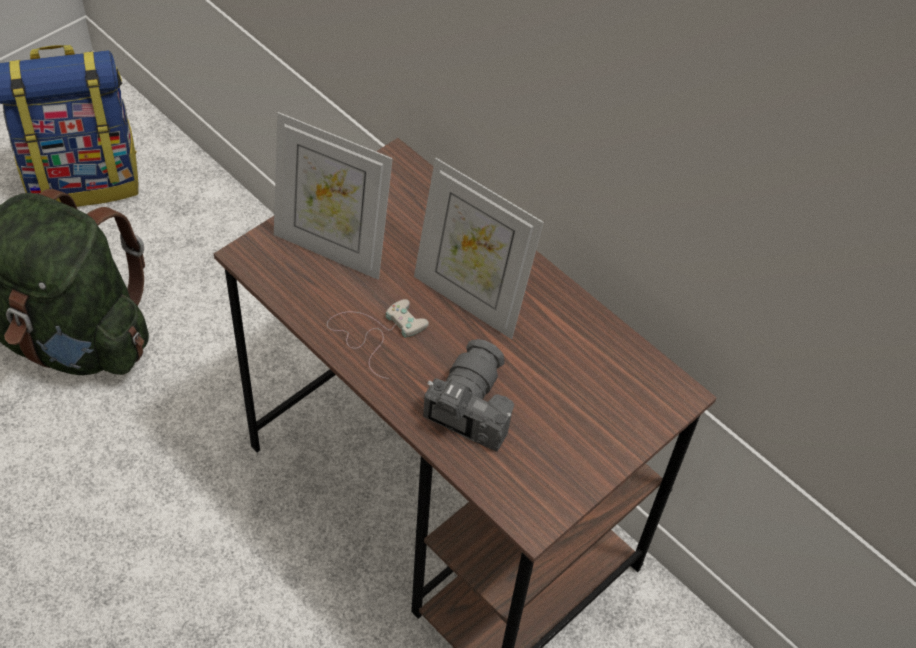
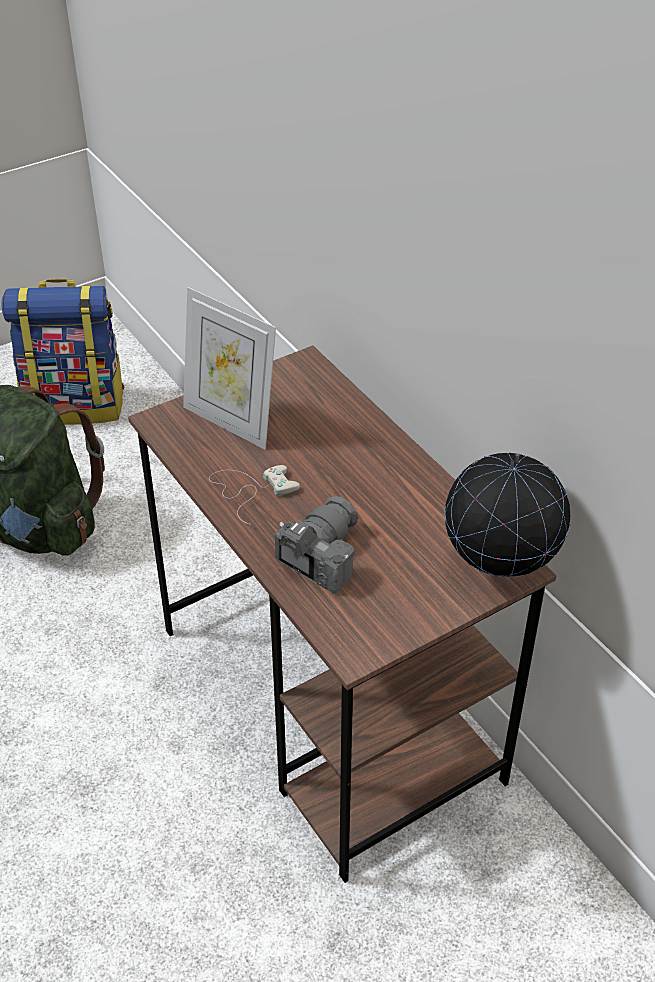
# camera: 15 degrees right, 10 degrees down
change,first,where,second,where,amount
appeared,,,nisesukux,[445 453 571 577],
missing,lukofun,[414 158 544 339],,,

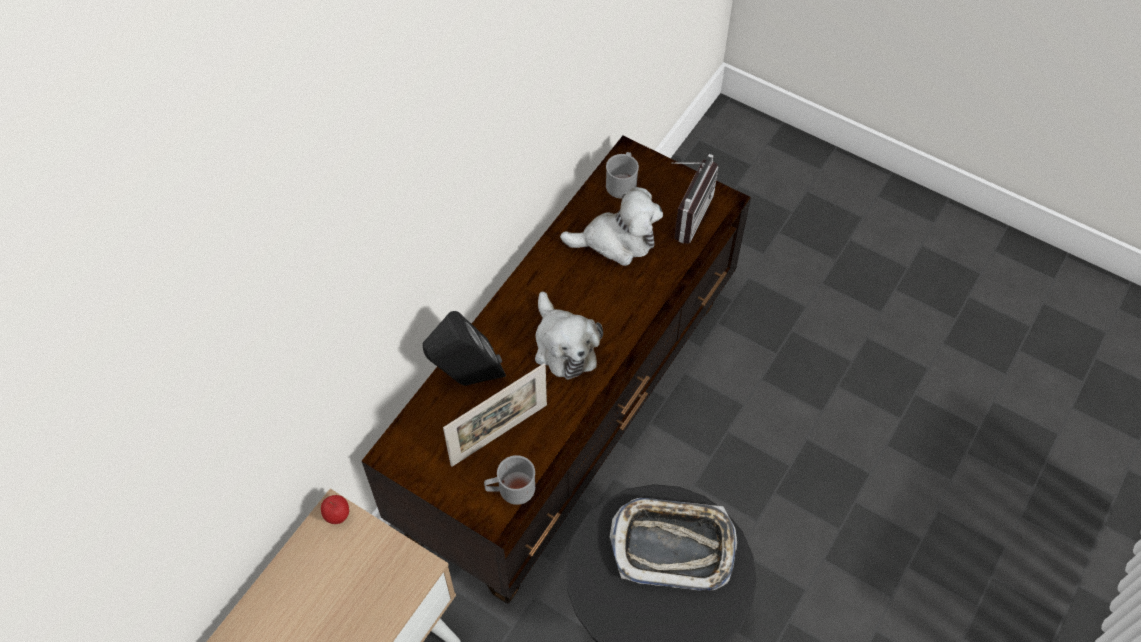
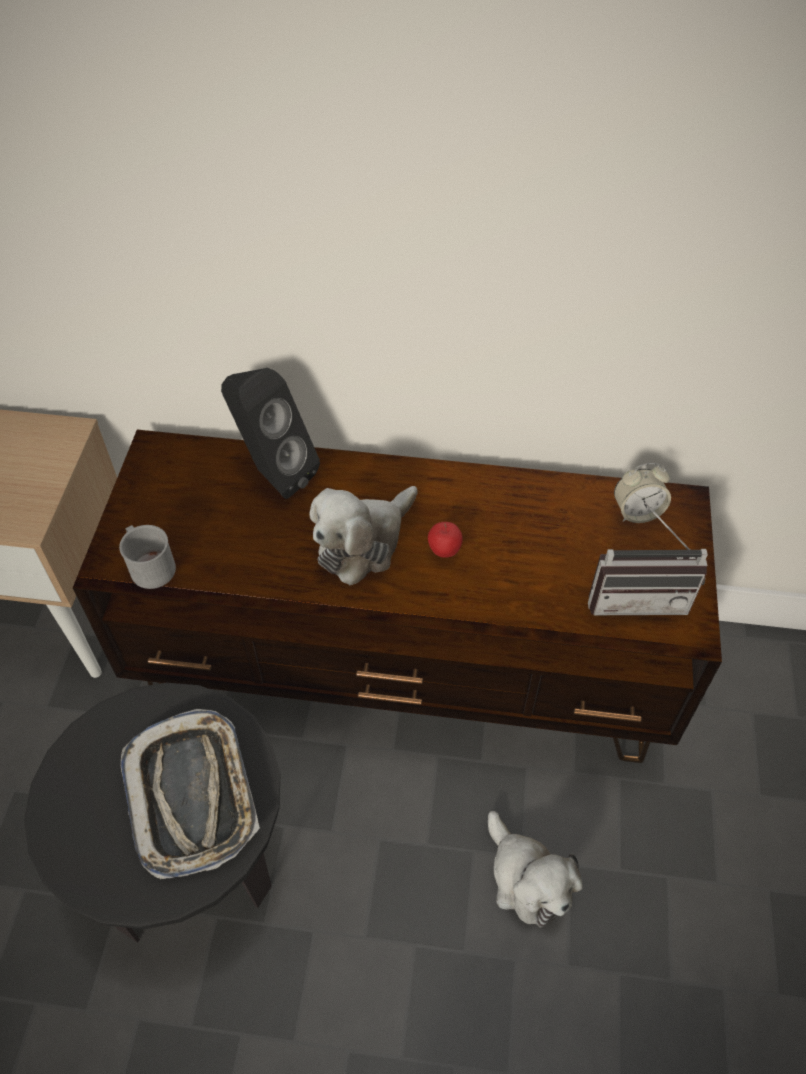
# camera: 65 degrees right, 5 degrees down
change,first,where,second,where,amount
relocated,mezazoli,[321 495 349 524],,[428 522 463 558],
relocated,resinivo,[560 187 663 266],,[488 811 583 928],
exchanged,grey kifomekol,[606 152 639 199],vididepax,[614 463 671 523],
missing,lukofun,[443 363 547 467],,,

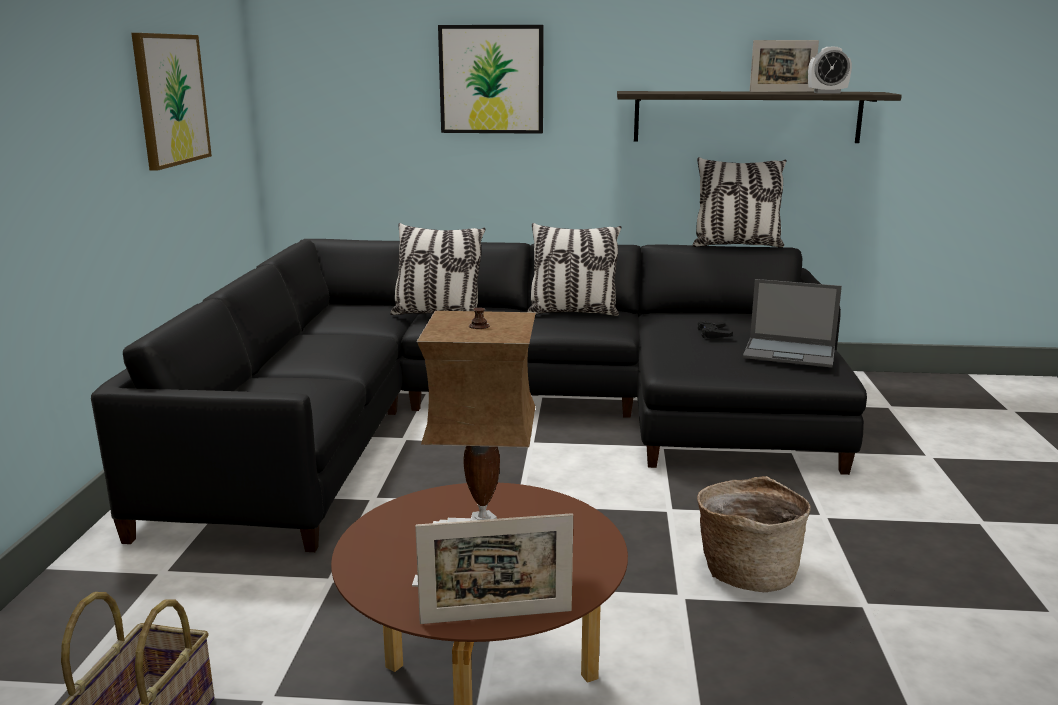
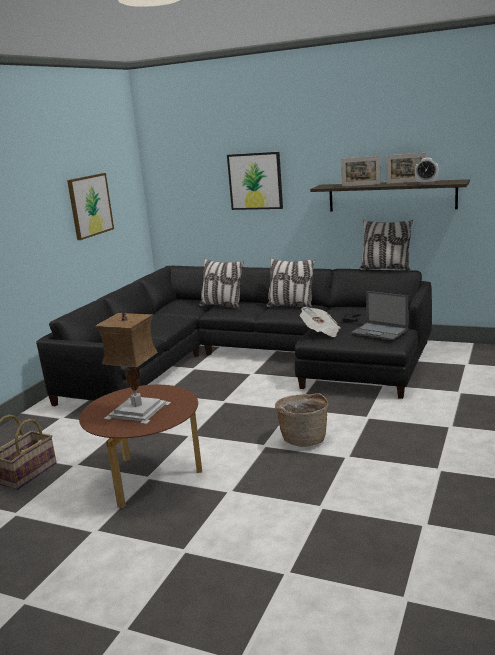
# camera: 20 degrees right, 0 degrees up
change,first,where,second,where,amount
appeared,,,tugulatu,[300 307 341 337],
relocated,lukofun,[415 513 573 624],,[341 156 381 187],

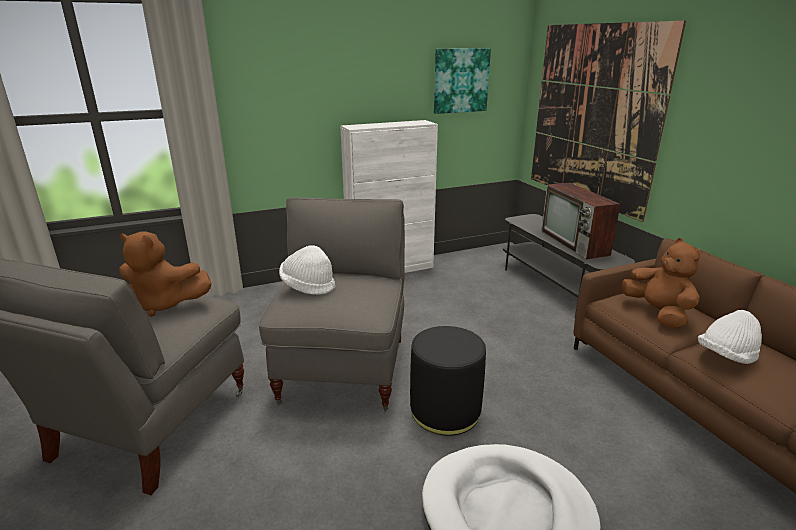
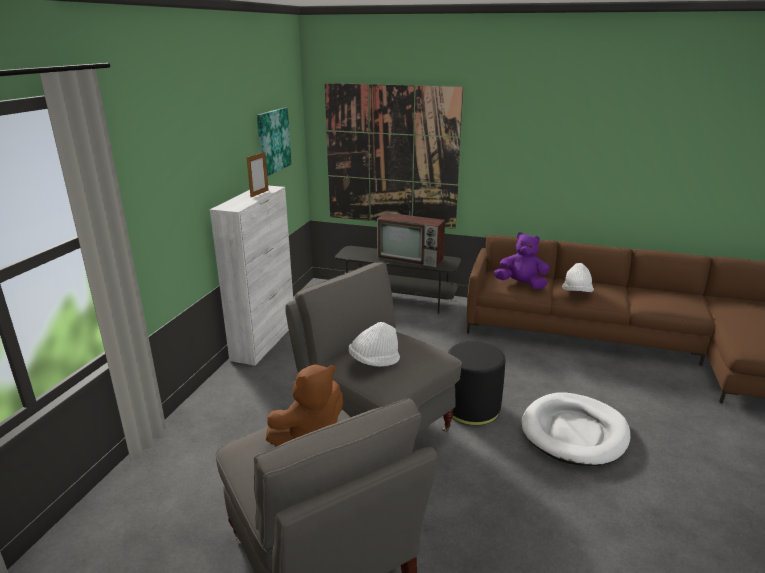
# camera: 50 degrees left, 0 degrees up
change,first,where,second,where,amount
appeared,,,lukofun,[247 151 269 197],
colour,brown resinivo,[622 238 701 329],purple resinivo,[494 232 550 289],

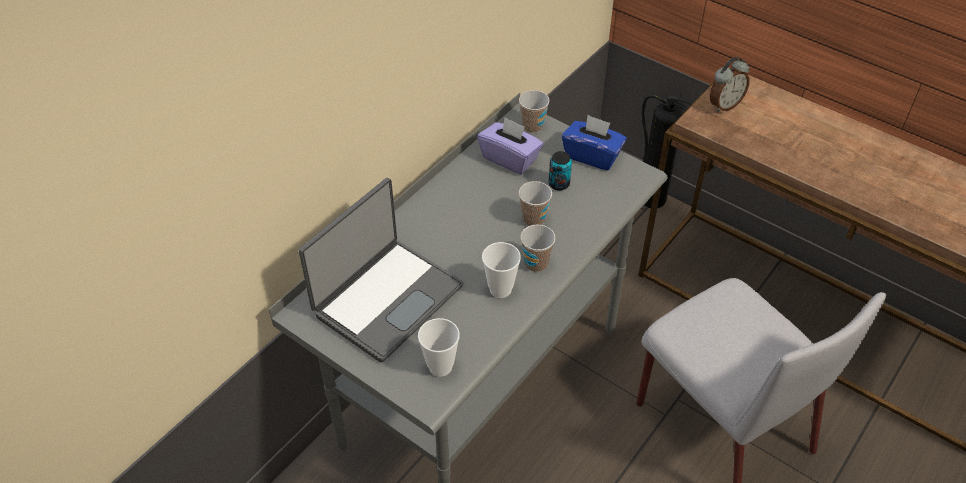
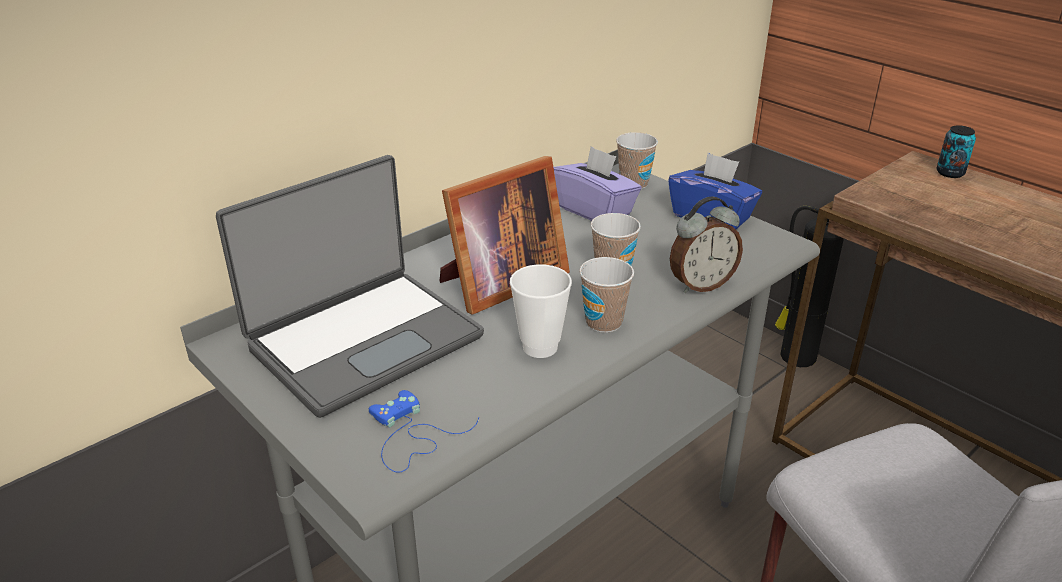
# camera: 10 degrees right, 15 degrees down
change,first,where,second,where,amount
exchanged,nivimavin,[418 318 460 377],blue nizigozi,[369 390 479 473],
appeared,,,lukofun,[440 156 570 315],
relocated,vididepax,[710 57 750 113],,[670 197 743 293],
relocated,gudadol,[549 151 572 191],,[936 125 976 178],

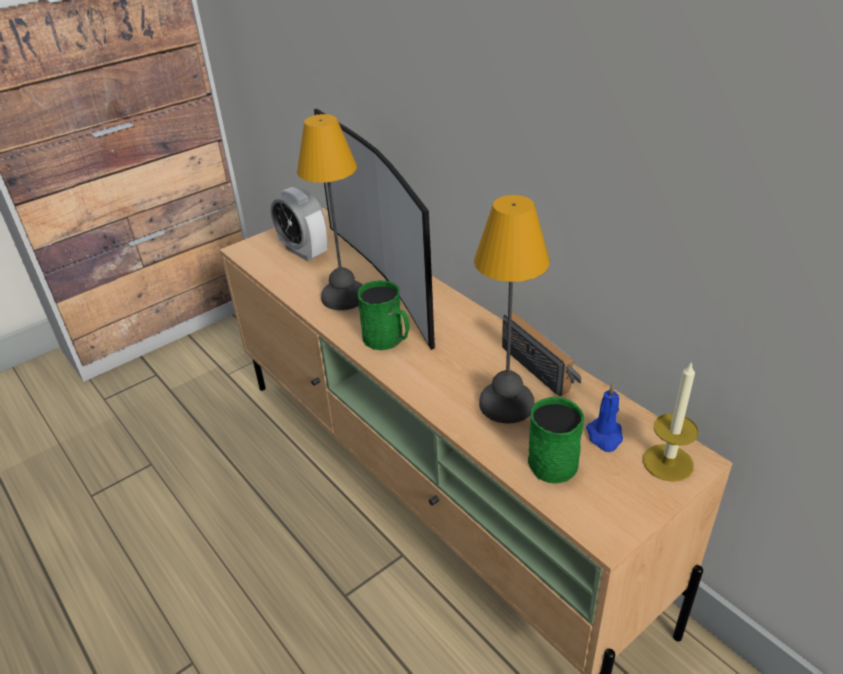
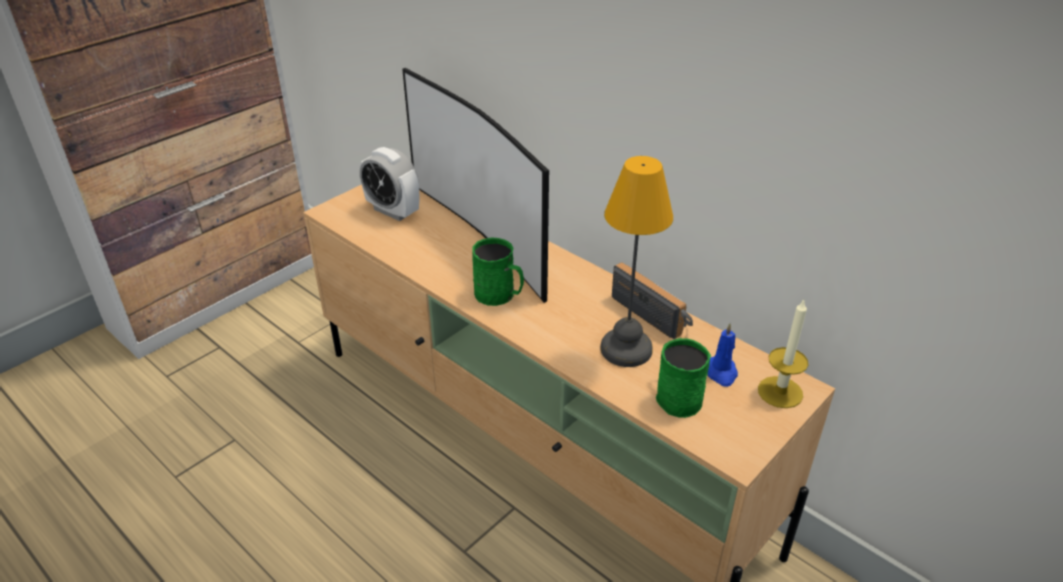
# camera: 10 degrees left, 0 degrees up
change,first,where,second,where,amount
missing,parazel,[297 114 363 310],,,

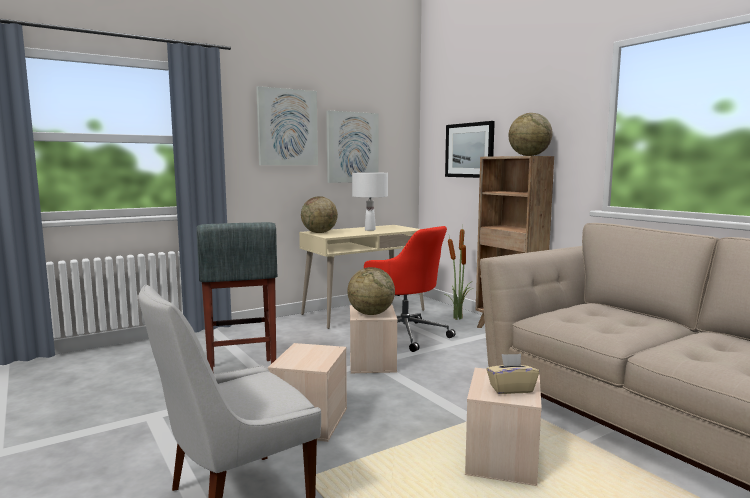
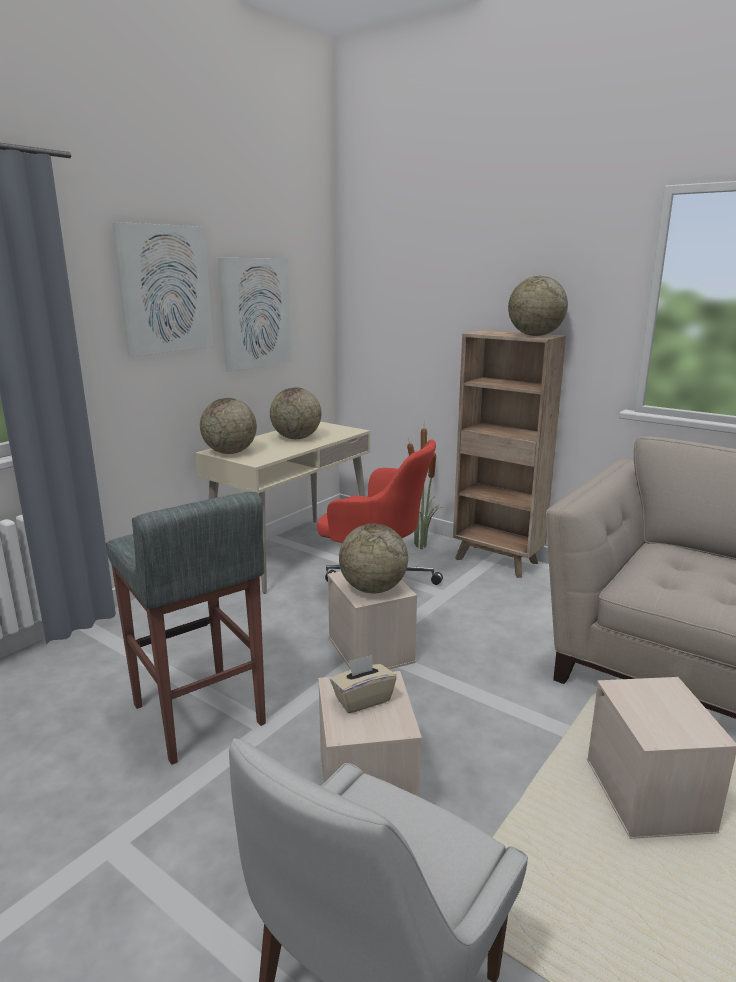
# camera: 20 degrees left, 10 degrees up
change,first,where,second,where,amount
exchanged,white parazel,[352 173 388 231],nisesukux,[270 387 321 439],
relocated,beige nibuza,[486 354 539 394],,[330 655 397 713],
missing,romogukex,[445 121 495 178],,,

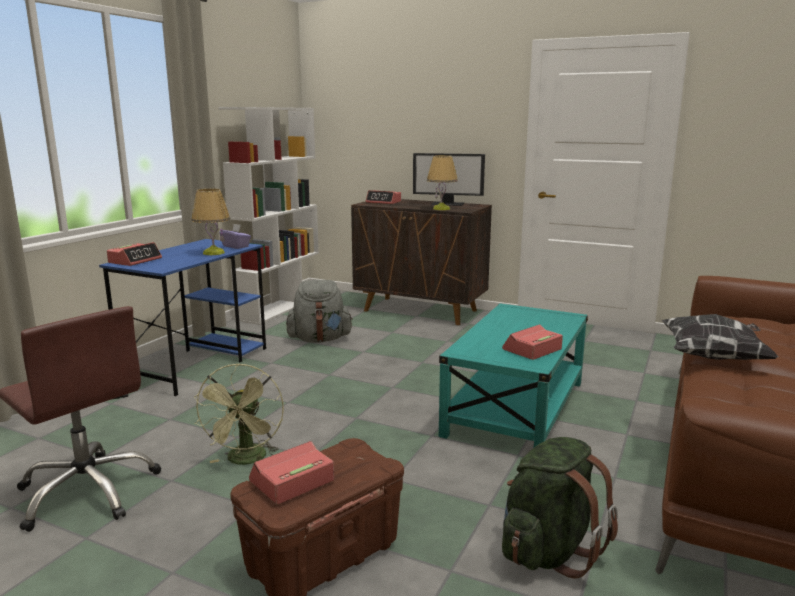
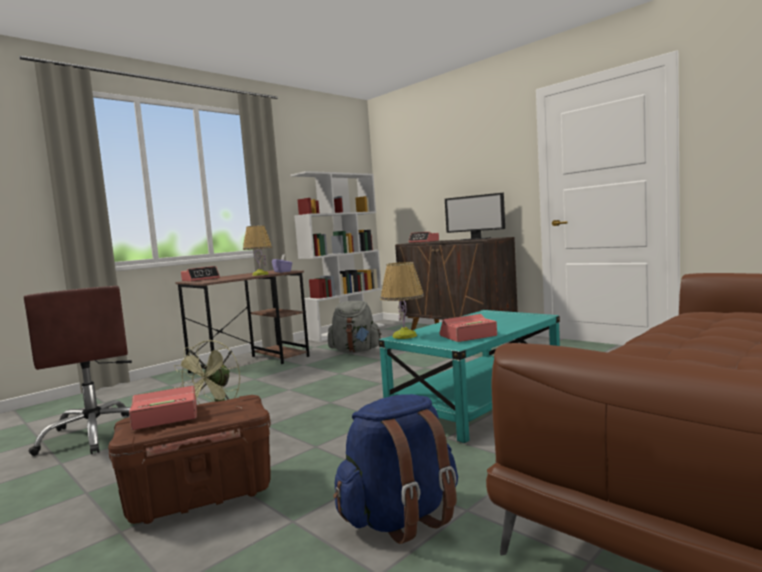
# camera: 20 degrees right, 10 degrees down
change,first,where,second,where,amount
colour,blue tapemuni,[99 239 266 396],brown tapemuni,[175 270 310 373],
colour,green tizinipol,[502 437 618 579],blue tizinipol,[333 394 458 544],
relocated,parazel,[427 155 458 210],,[381 262 424 339],
missing,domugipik,[661 314 778 360],,,

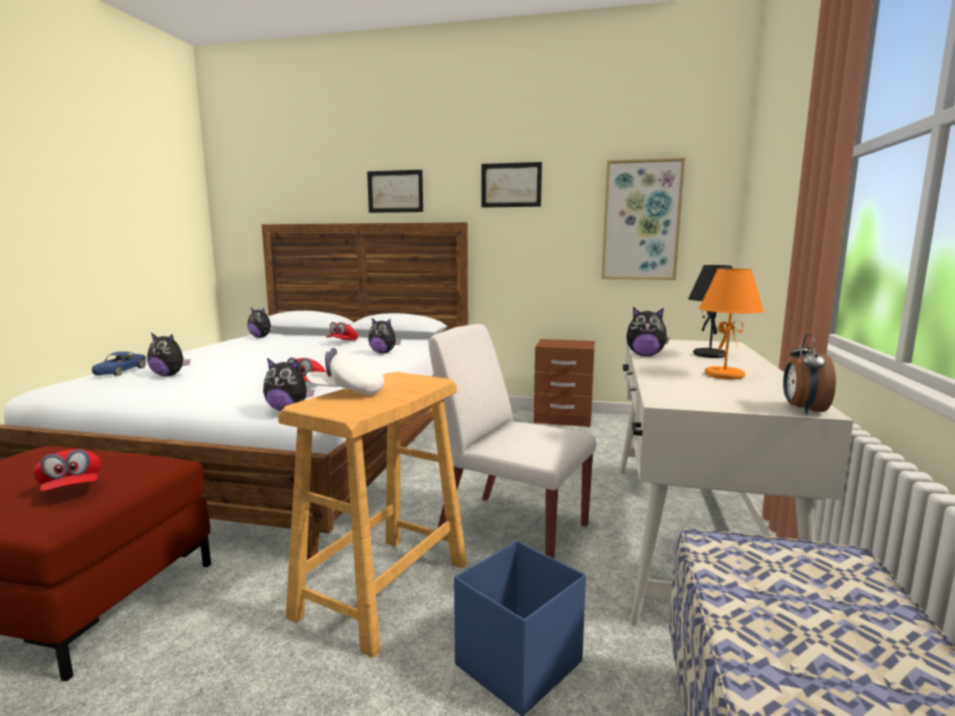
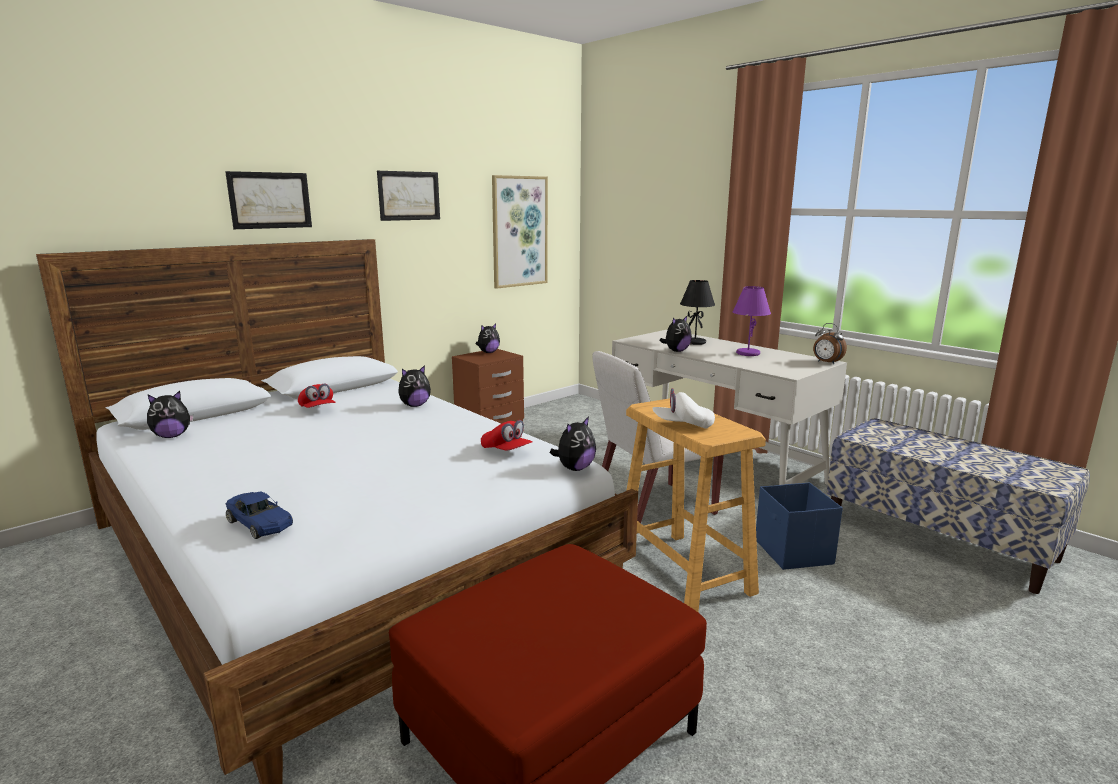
# camera: 55 degrees left, 5 degrees up
change,first,where,second,where,amount
relocated,resinivo,[147 333 190 376],,[476 323 500 353],
spun,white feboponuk,[306 348 384 395],,[652 388 715 429],60 degrees clockwise
colour,orange parazel,[699 268 764 379],purple parazel,[733 286 771 356],
missing,red feboponuk,[34 449 102 492],,,

